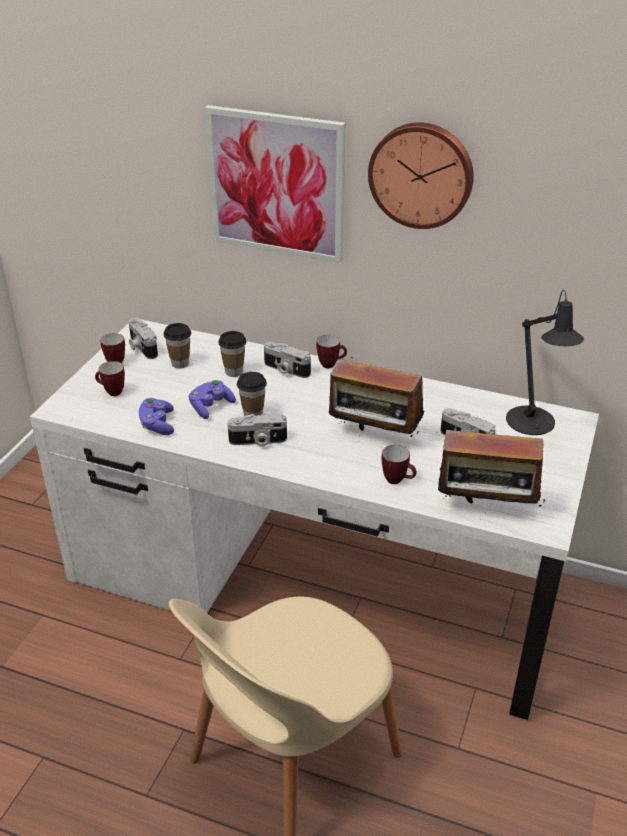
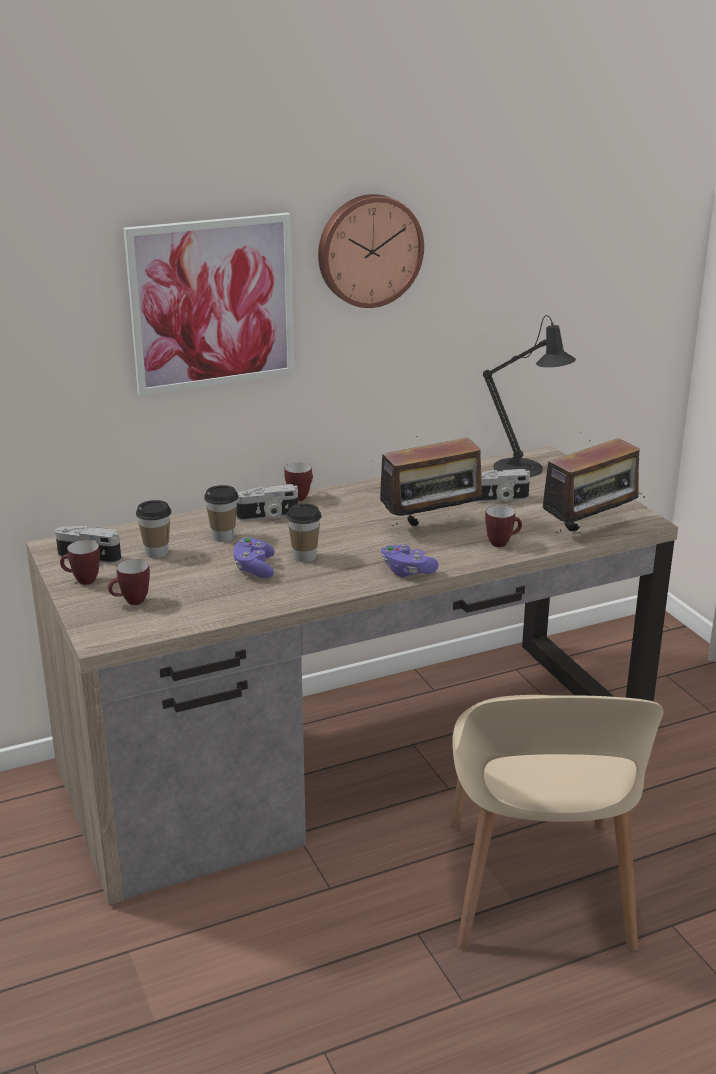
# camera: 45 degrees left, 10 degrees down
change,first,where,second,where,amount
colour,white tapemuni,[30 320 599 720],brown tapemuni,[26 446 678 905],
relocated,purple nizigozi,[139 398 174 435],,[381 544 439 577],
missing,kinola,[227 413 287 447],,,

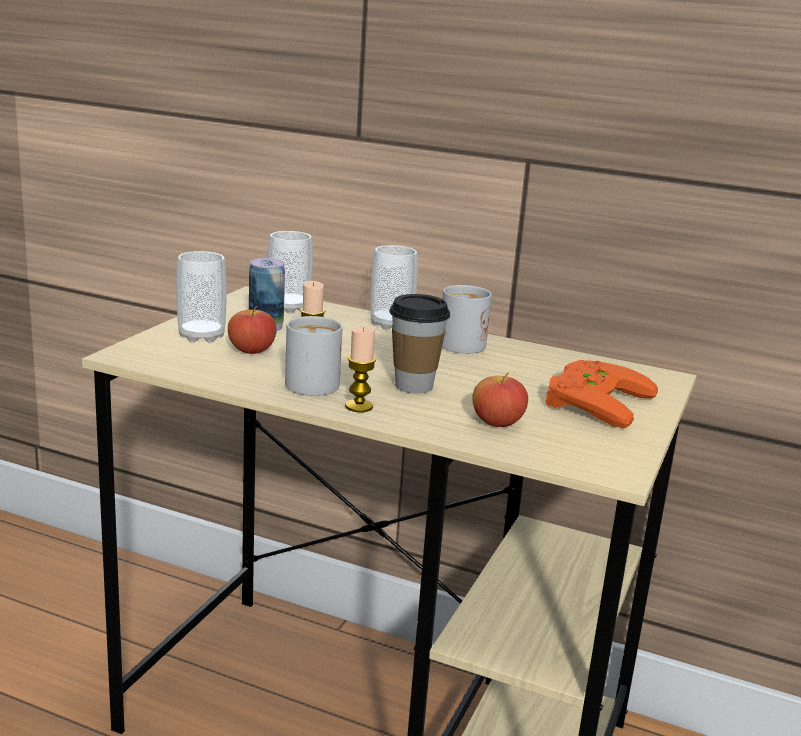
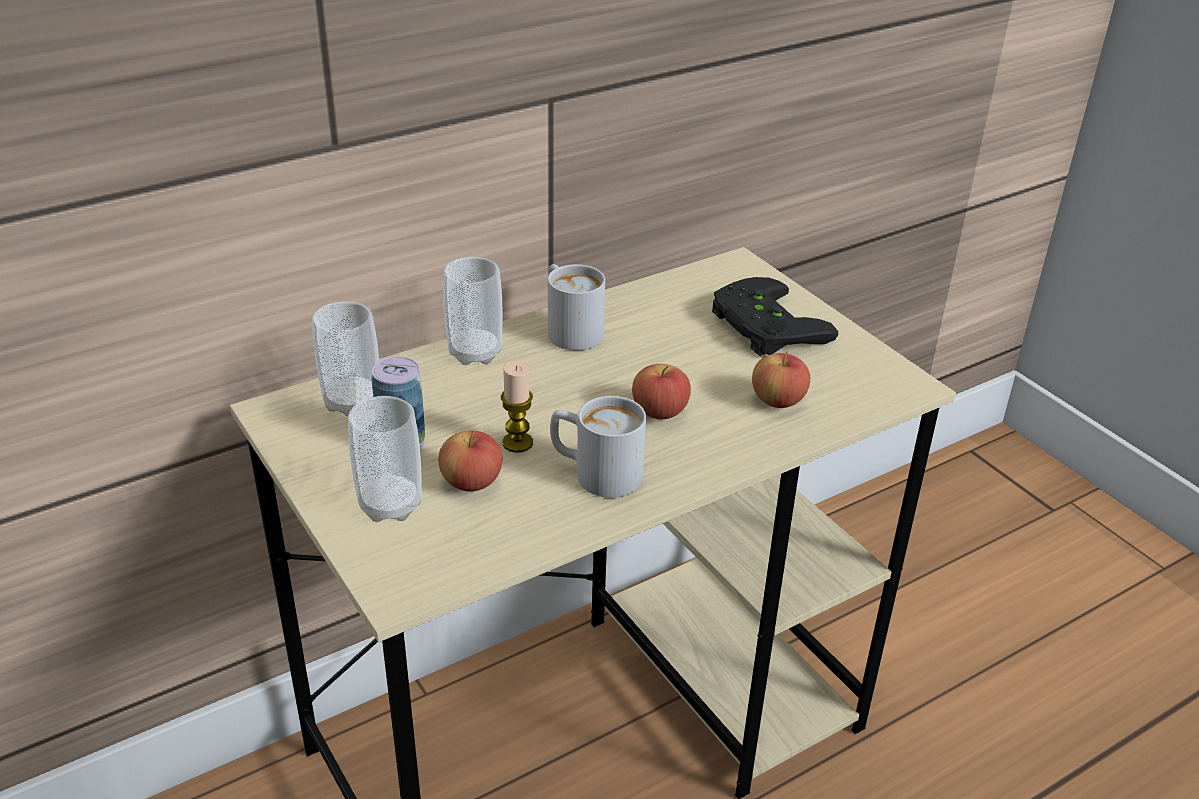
# camera: 55 degrees left, 15 degrees up
change,first,where,second,where,amount
exchanged,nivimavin,[389 294 450 394],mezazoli,[632 364 691 419],
colour,orange nizigozi,[545 360 658 428],black nizigozi,[712 277 838 356],
missing,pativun,[345 327 376 412],,,

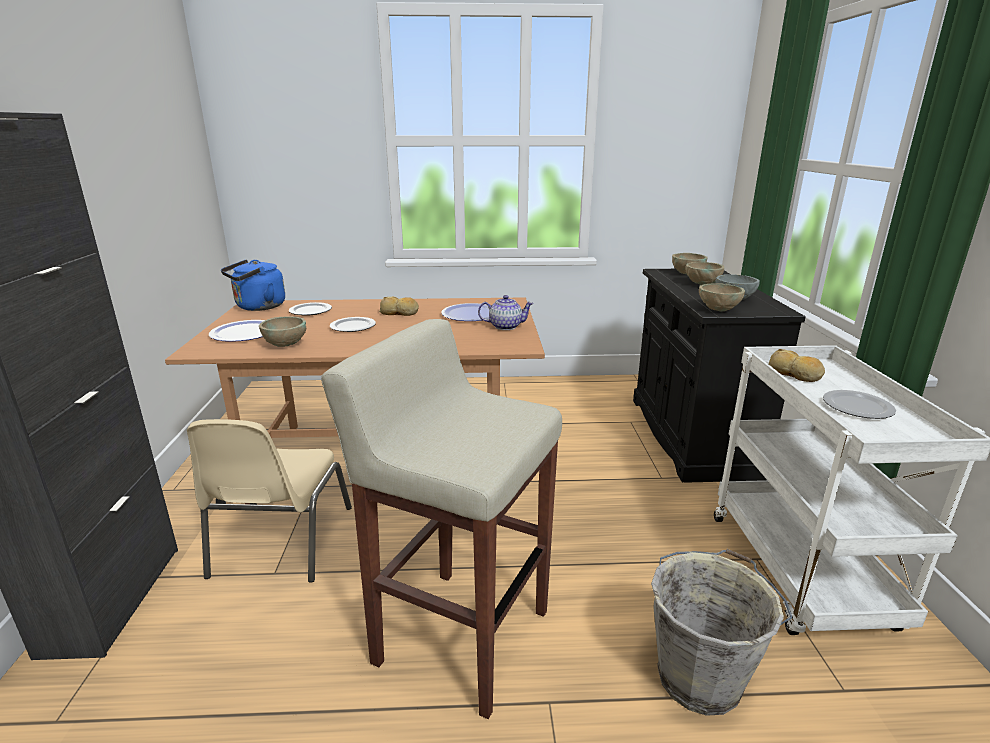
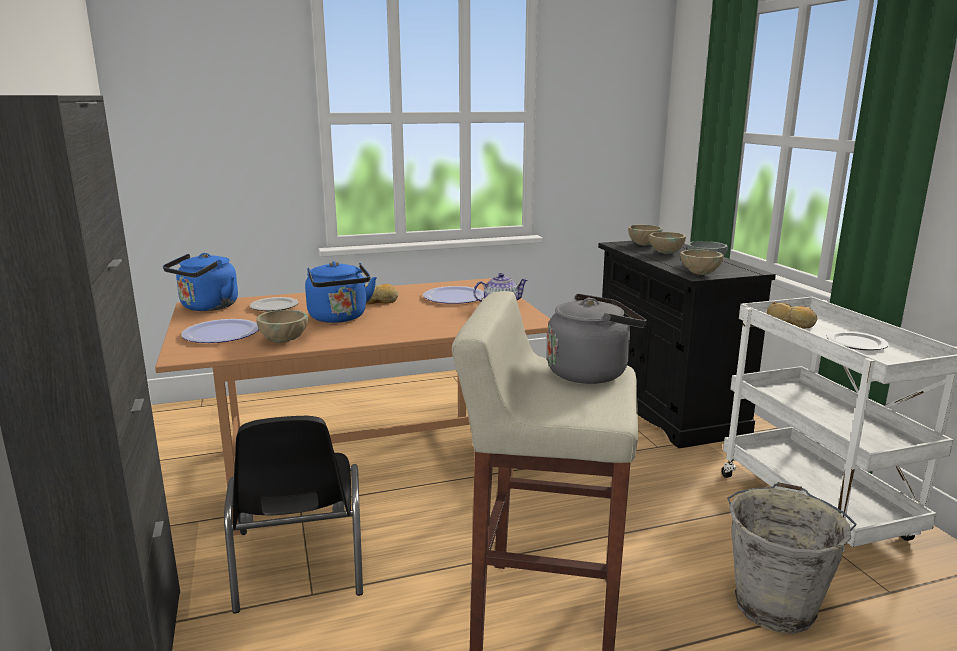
# camera: 15 degrees left, 5 degrees down
change,first,where,second,where,amount
colour,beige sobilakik,[187 419 352 583],black sobilakik,[224 416 363 613],
exchanged,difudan,[330 317 376 332],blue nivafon,[305 261 377 323],
appeared,,,grey nivafon,[547 294 647 384],

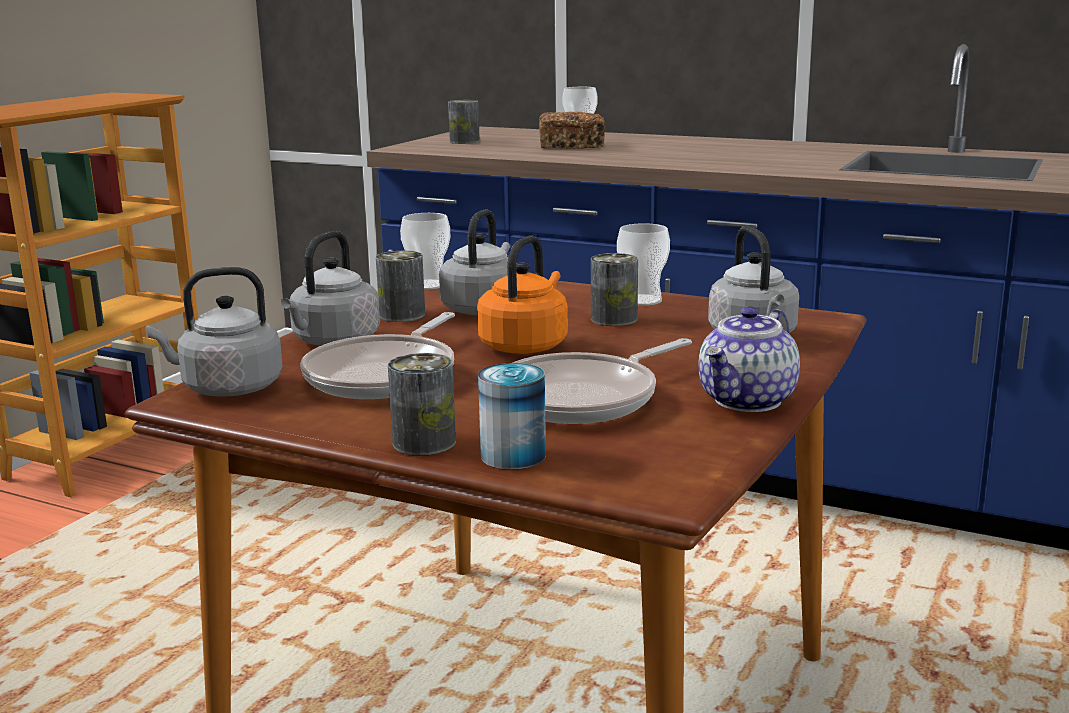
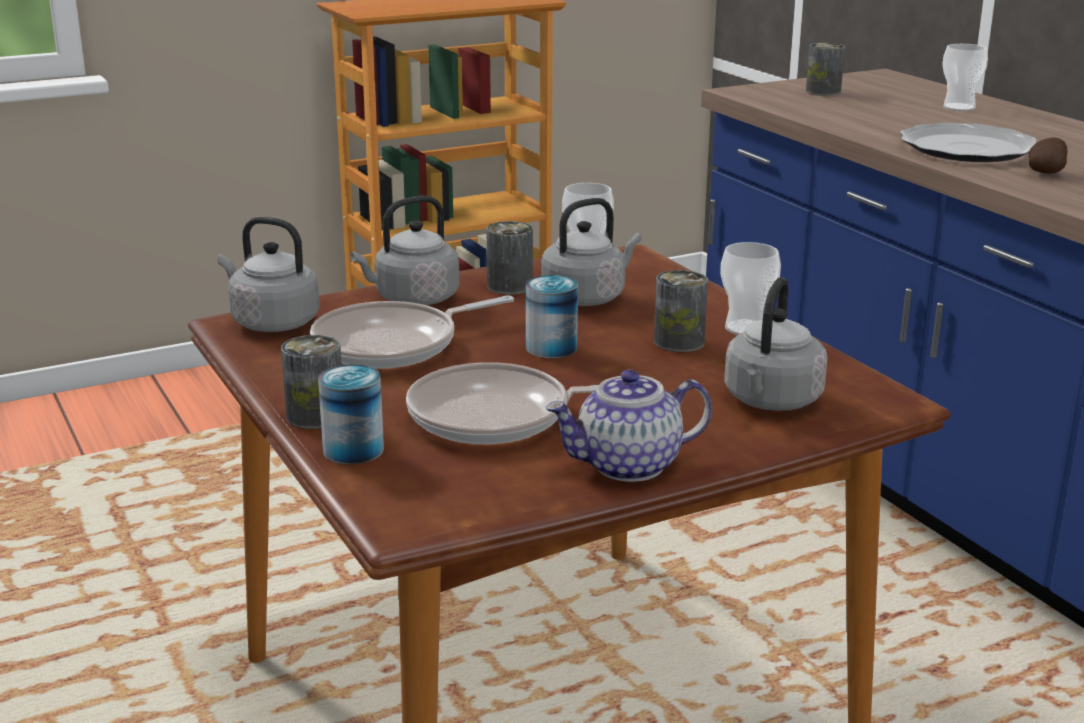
# camera: 35 degrees right, 5 degrees up
change,first,where,second,where,amount
exchanged,orange nivafon,[477 236 568 354],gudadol,[526 275 578 358],
appeared,,,difudan,[900 122 1036 162],
appeared,,,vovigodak,[1028 137 1068 174],
missing,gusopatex,[539 112 605 149],,,

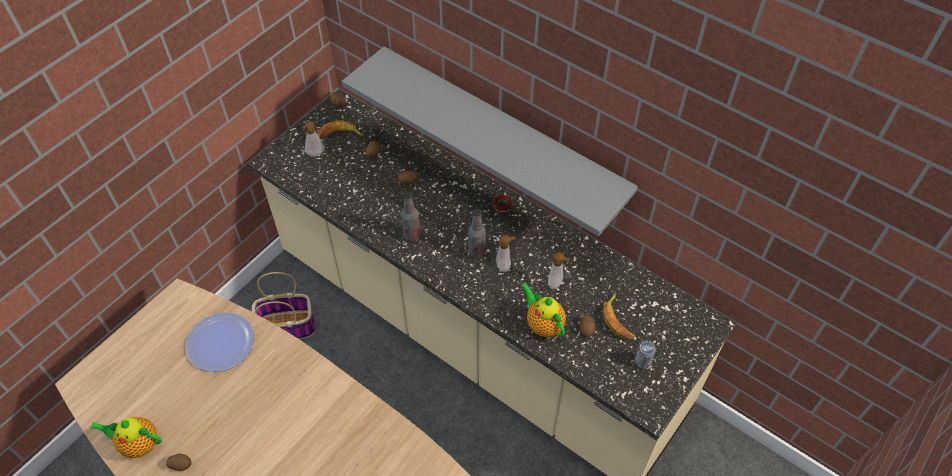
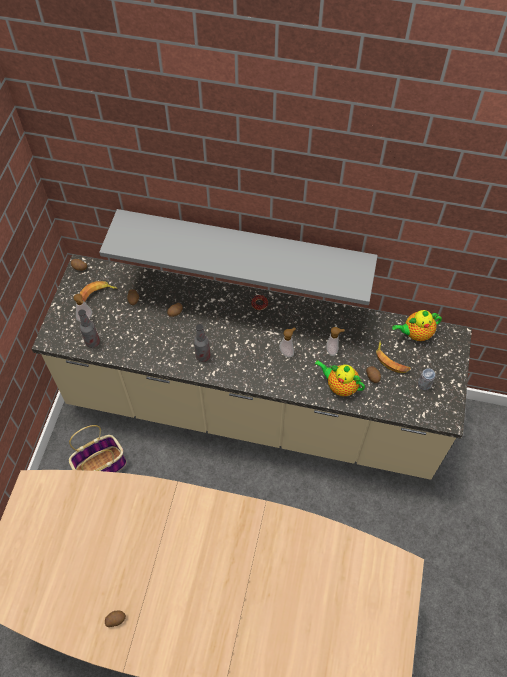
# camera: 25 degrees left, 5 degrees up
change,first,where,second,where,amount
relocated,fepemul,[468 209 486 258],,[78 309 100 348],
relocated,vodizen,[90 417 162 458],,[392 310 442 341],
missing,difudan,[186 313 254 372],,,

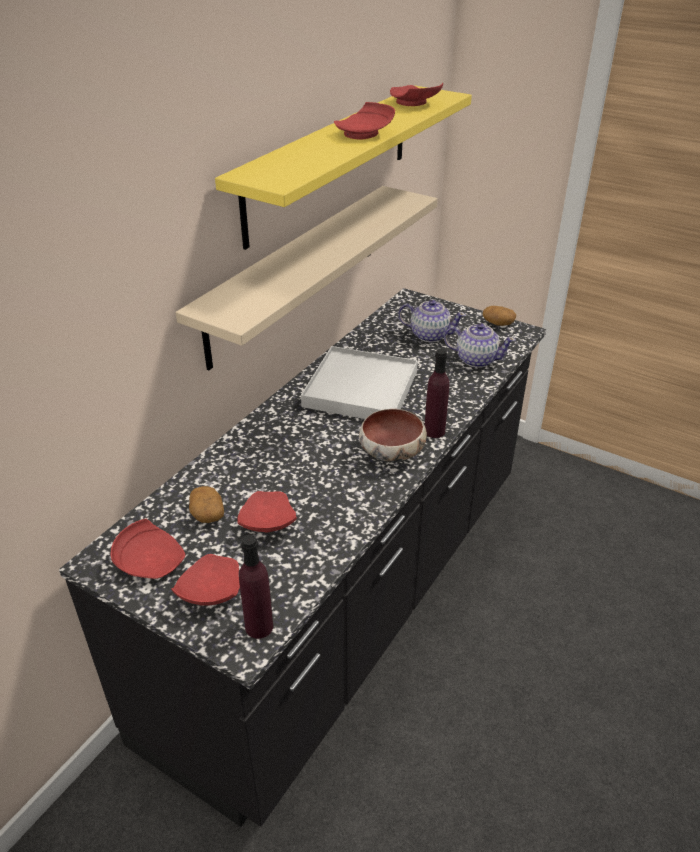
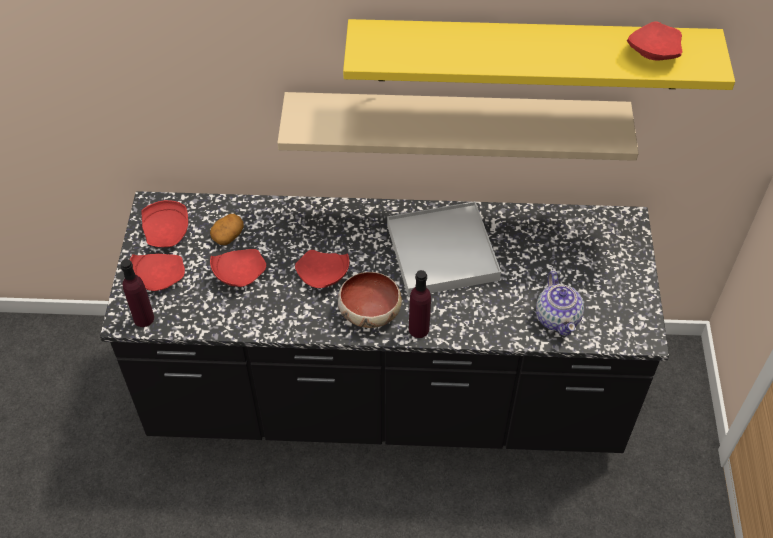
# camera: 60 degrees right, 15 degrees up
change,first,where,second,where,amount
relocated,red difudan,[334 102 395 139],,[295 250 349 288],
missing,vodizen,[398 300 466 342],,,
missing,vovigodak,[483 306 516 326],,,

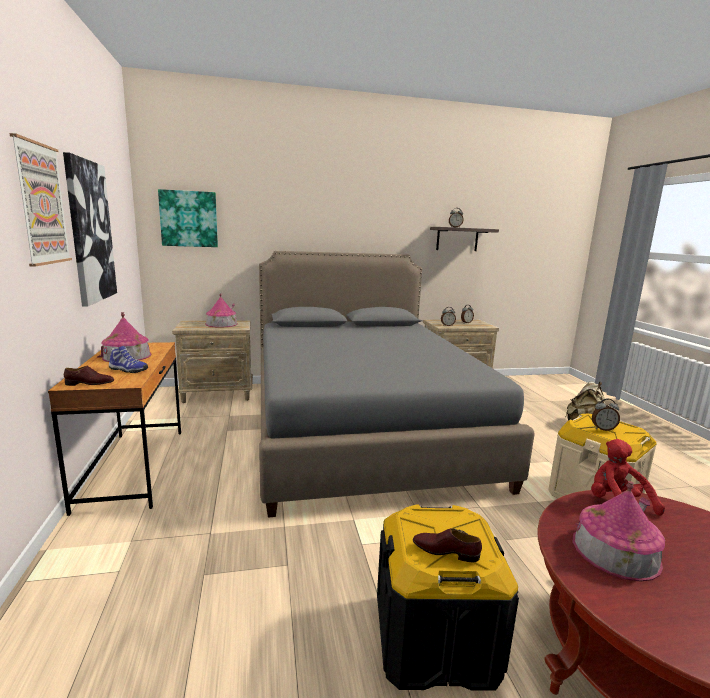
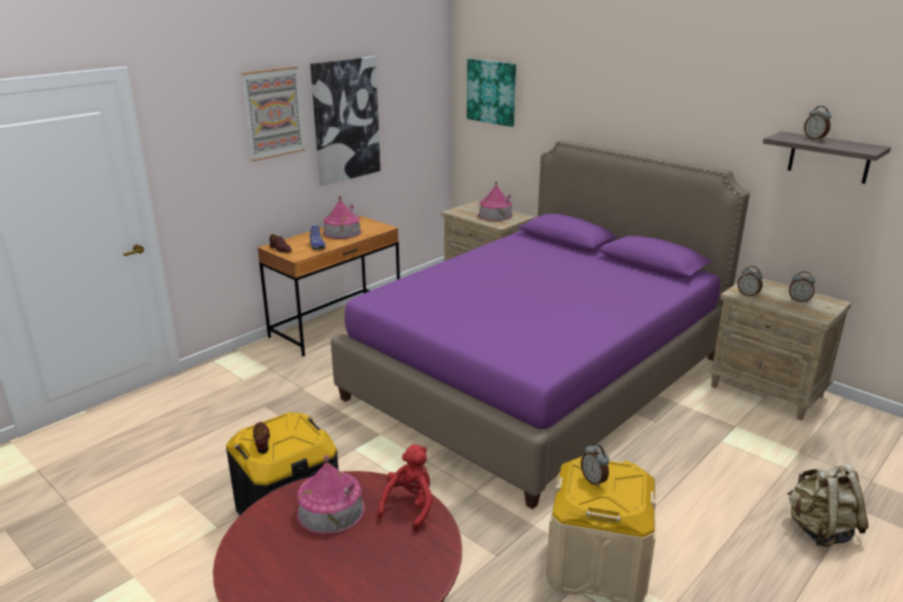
# camera: 55 degrees right, 10 degrees up
change,first,where,second,where,amount
colour,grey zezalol,[259 251 535 518],purple zezalol,[331 140 750 509],

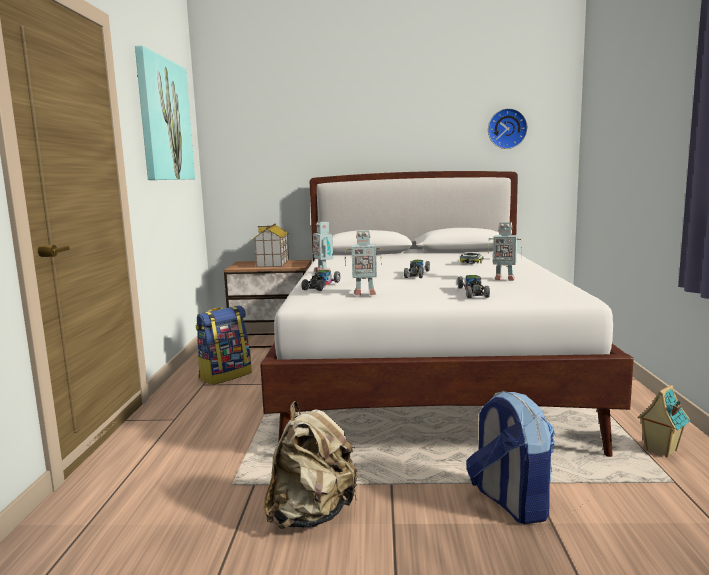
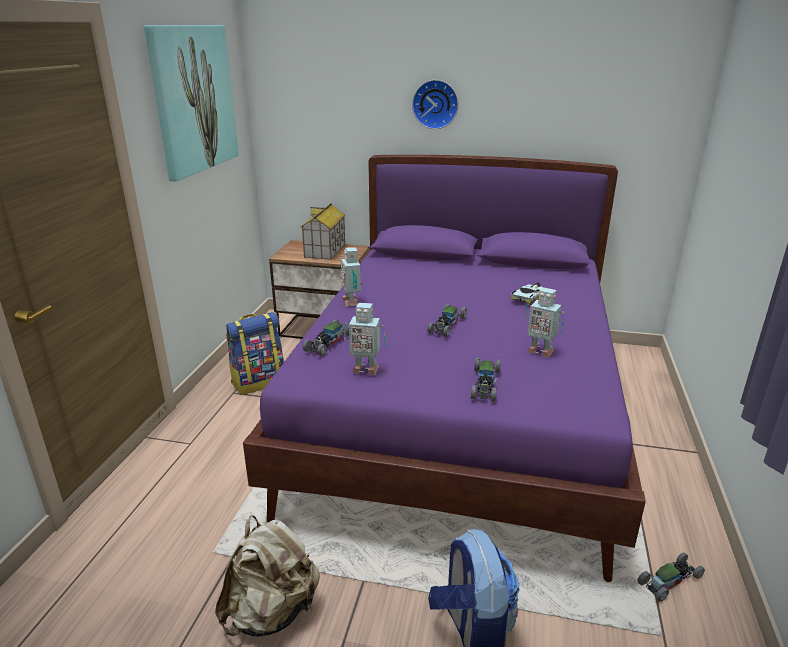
# camera: 10 degrees right, 15 degrees up
change,first,where,second,where,amount
colour,white zezalol,[260 171 634 457],purple zezalol,[243 155 646 582],
relocated,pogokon,[488 108 528 149],,[412 80 459 129],
exchanged,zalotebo,[637 385 690 457],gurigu,[637 552 705 602],

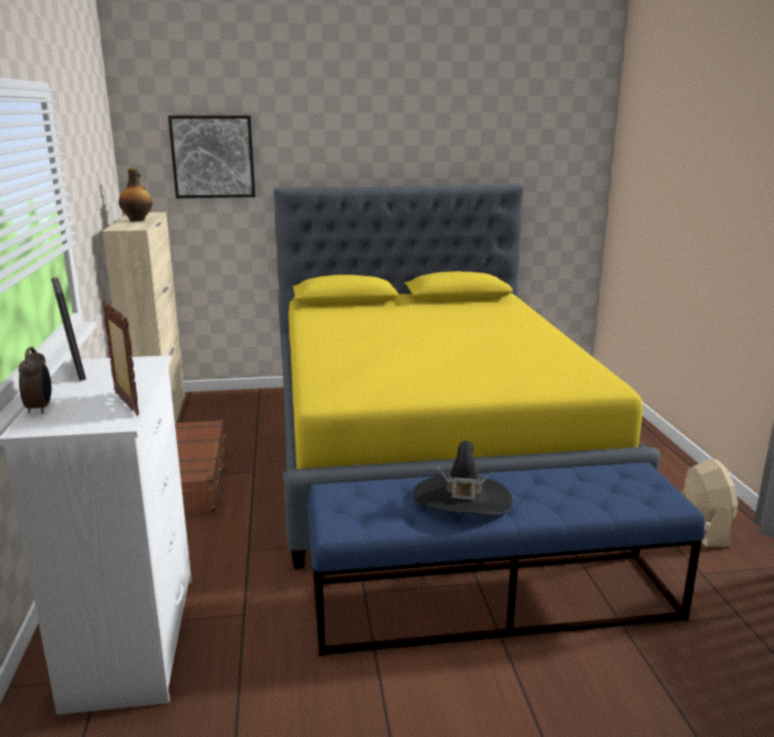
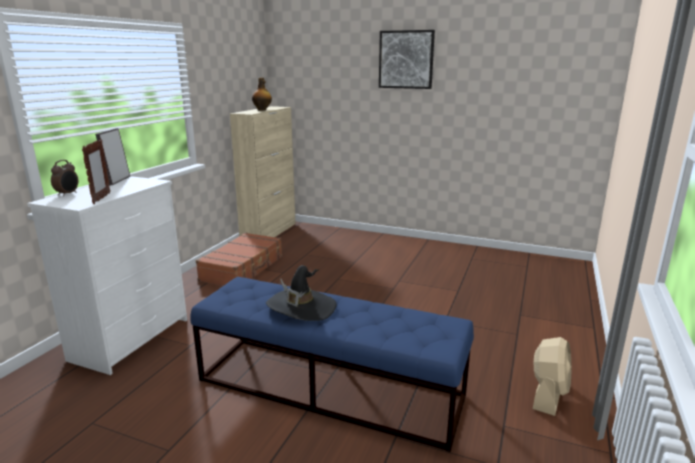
# camera: 30 degrees right, 0 degrees up
change,first,where,second,where,amount
relocated,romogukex,[168 115 255 198],,[379 30 435 89],
missing,yellow zezalol,[274 184 661 569],,,

